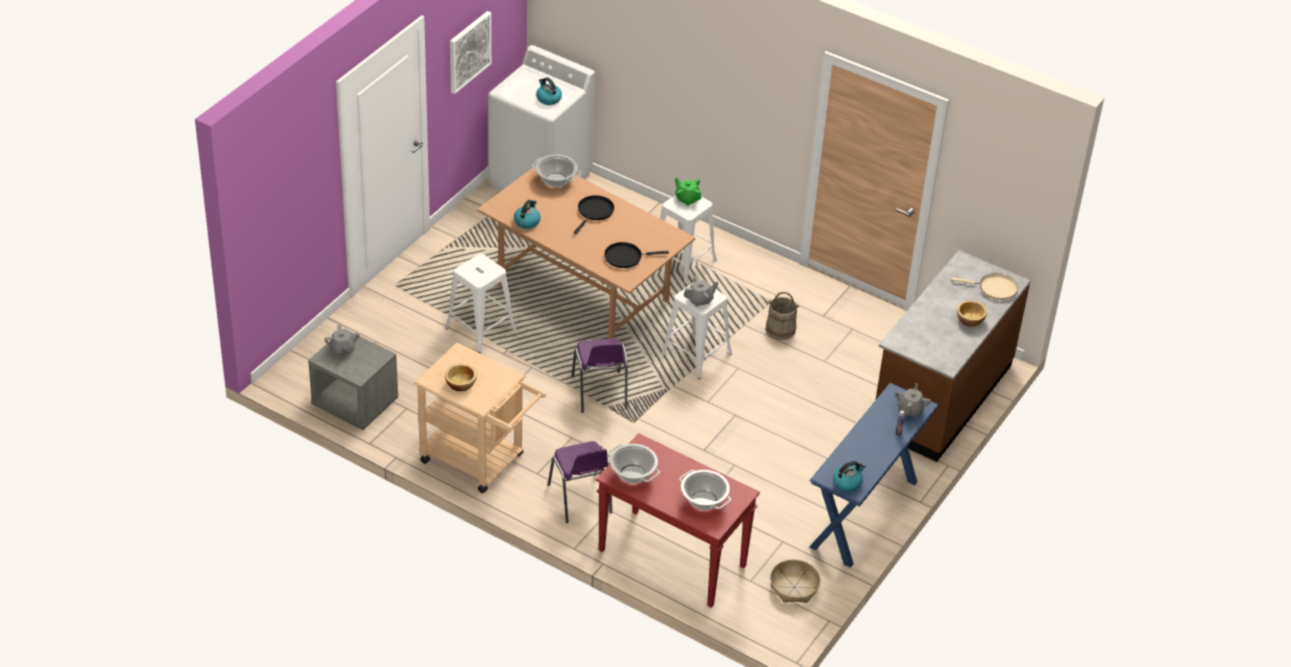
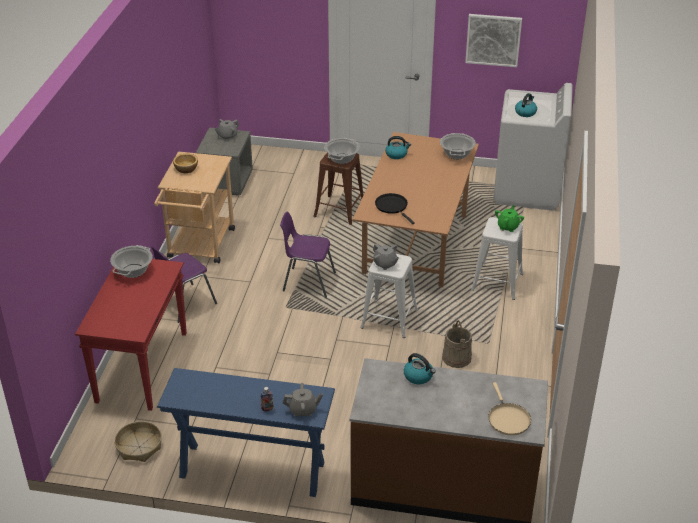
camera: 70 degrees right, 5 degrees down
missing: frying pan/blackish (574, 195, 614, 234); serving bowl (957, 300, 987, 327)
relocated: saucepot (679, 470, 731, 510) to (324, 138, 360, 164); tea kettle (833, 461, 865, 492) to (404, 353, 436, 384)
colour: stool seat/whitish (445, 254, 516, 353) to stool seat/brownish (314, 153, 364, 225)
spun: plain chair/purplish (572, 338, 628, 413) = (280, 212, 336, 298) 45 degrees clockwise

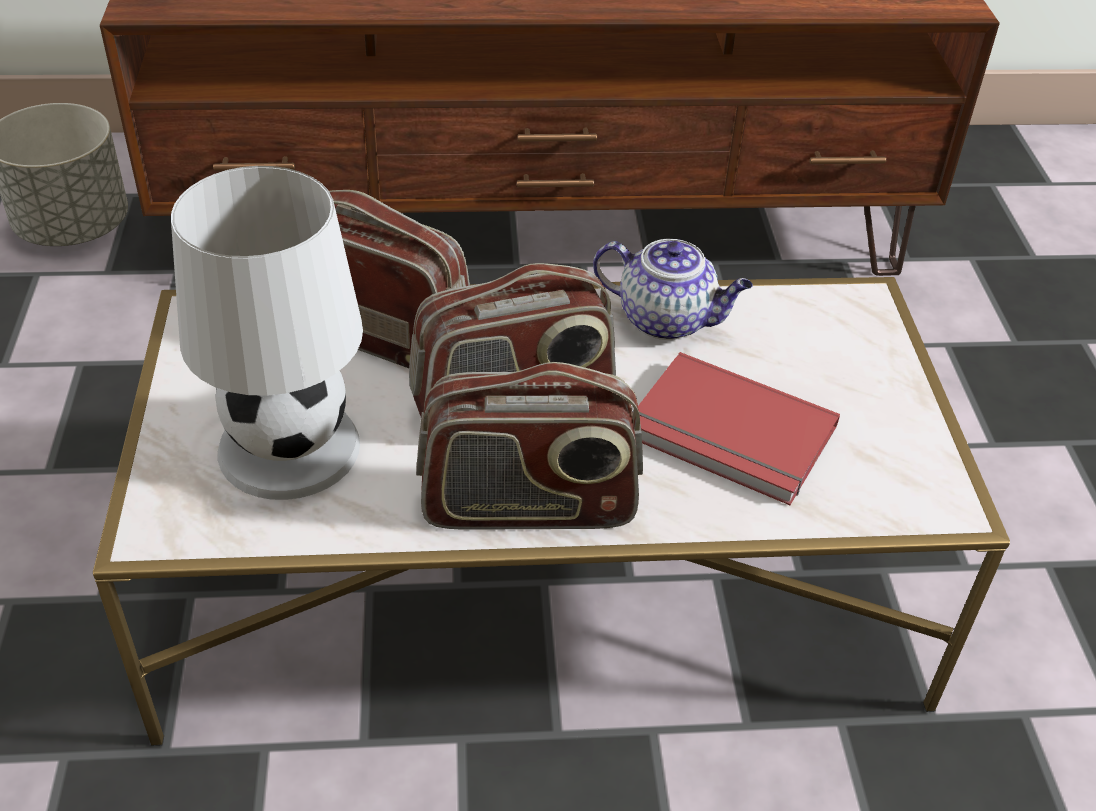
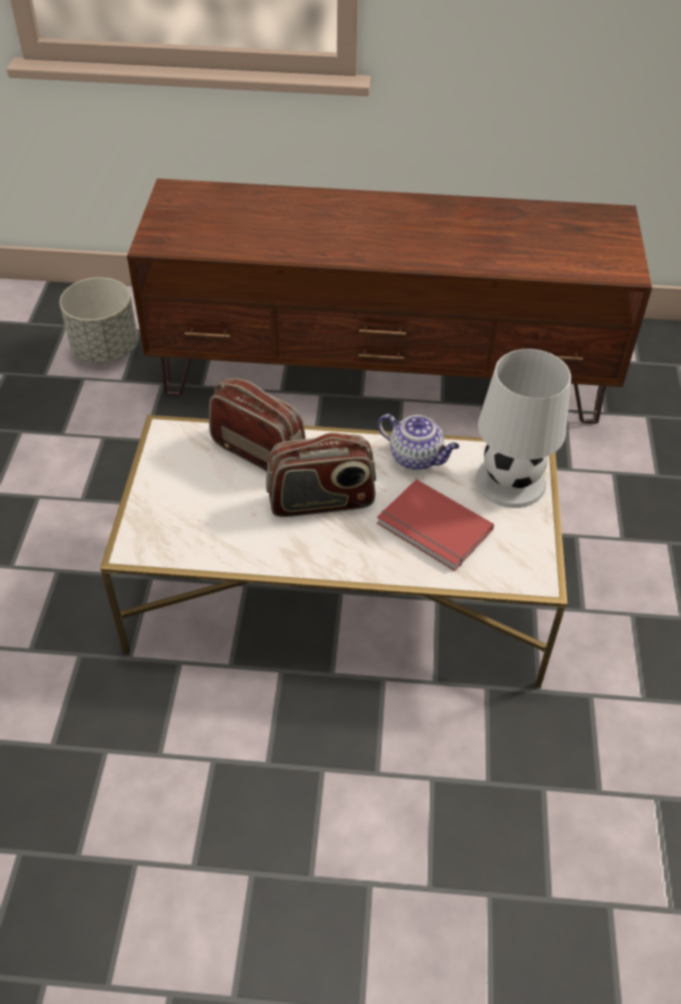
camera: 10 degrees right, 5 degrees up
missing: radio set (416, 362, 643, 530)
relocated: lamp for a table/whitish (171, 166, 363, 500) to (475, 349, 571, 508)

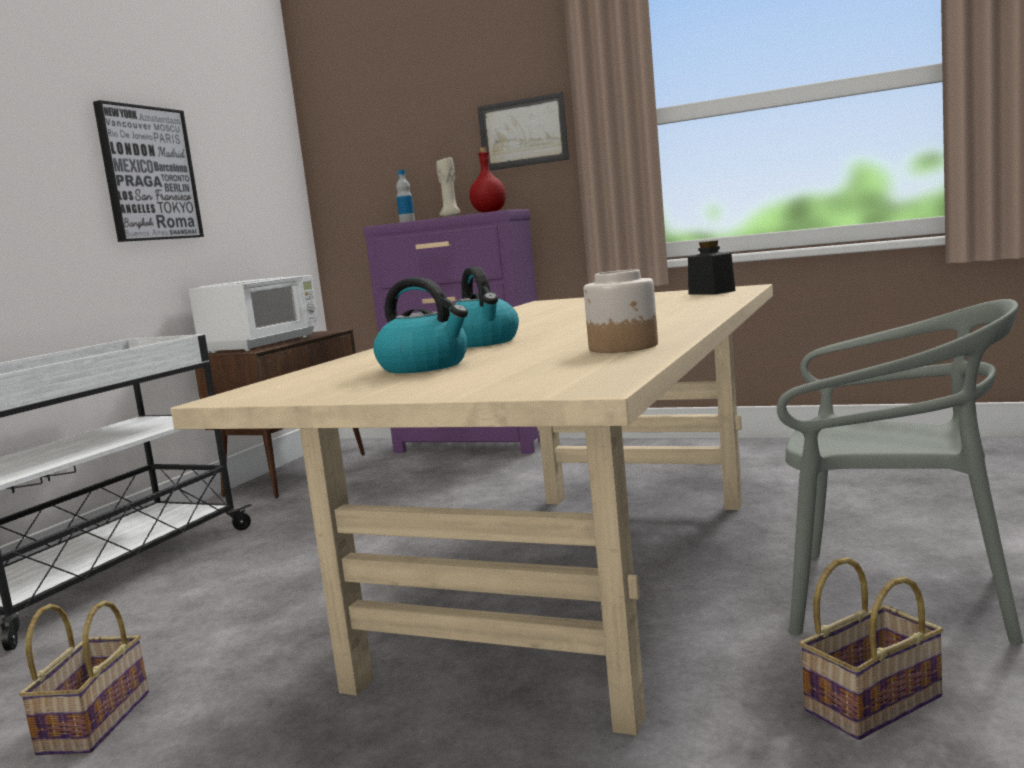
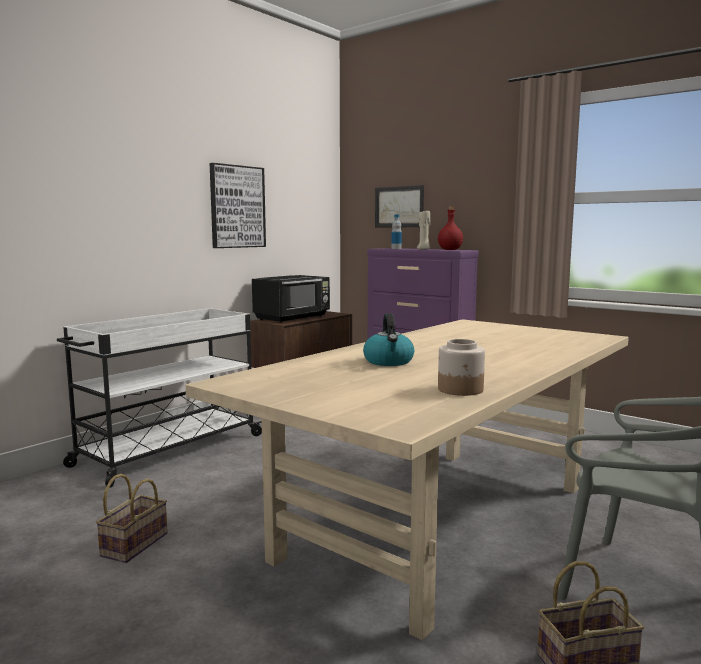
camera: 15 degrees right, 0 degrees up
missing: tea kettle (373, 277, 468, 373); storage jar/blackish (688, 240, 735, 295)
relocated: wall picture (477, 92, 569, 171) to (375, 185, 424, 227)
colour: microwave/whitish (188, 275, 319, 353) to microwave/blackish (252, 275, 330, 323)

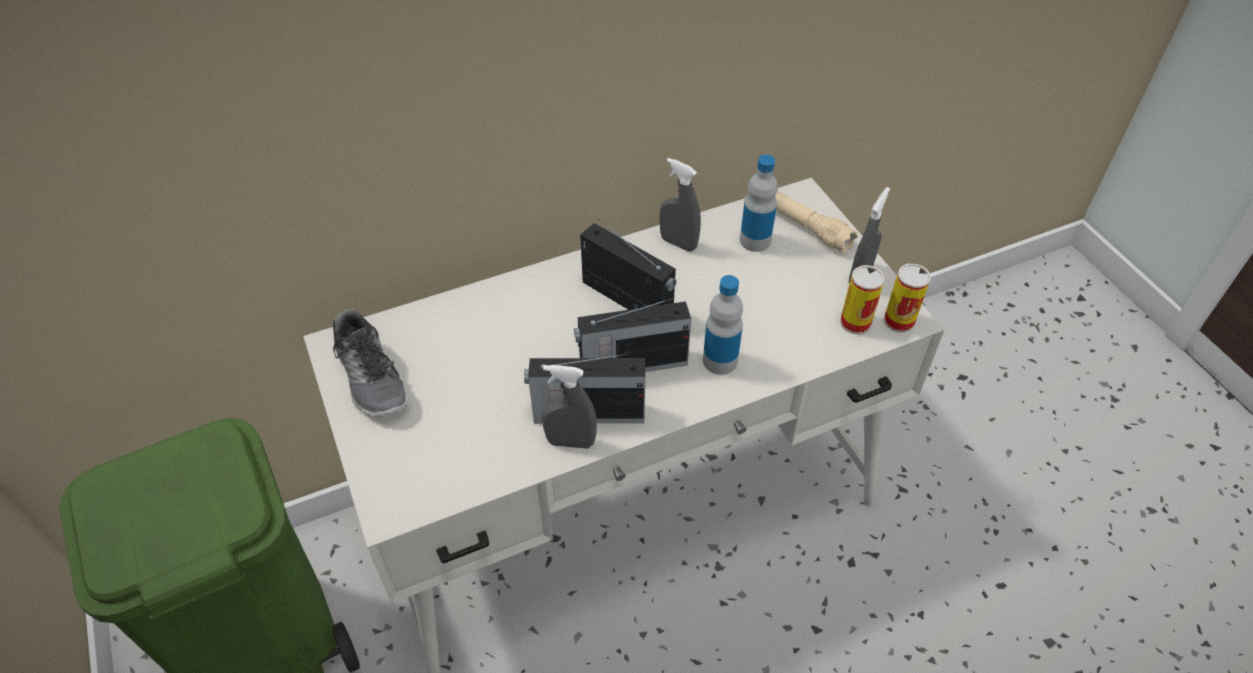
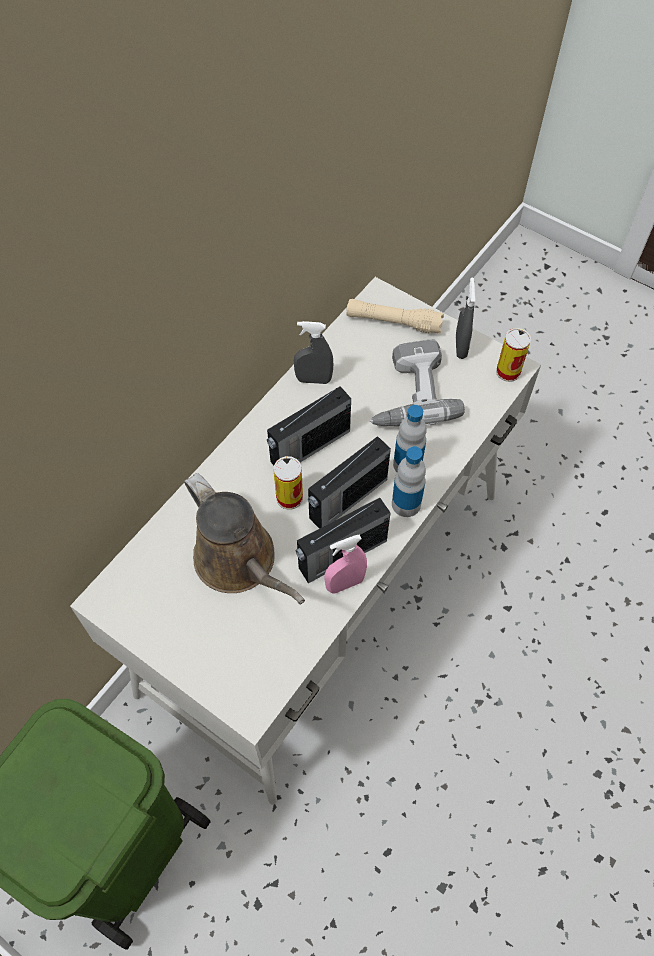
camera: 30 degrees left, 10 degrees up
missing: item of footwear (333, 309, 408, 417)
appeared: sprinkling can/brownish (184, 473, 305, 605); electric drill (370, 340, 465, 426)
relocated: can (840, 265, 885, 335) to (273, 456, 303, 510); bottle (740, 155, 778, 252) to (392, 446, 426, 517)
colour: sprayer/grey (542, 365, 597, 449) to sprayer/pink (324, 535, 367, 594)
spun: radio set (580, 219, 677, 310) = (267, 386, 351, 465) 135 degrees clockwise

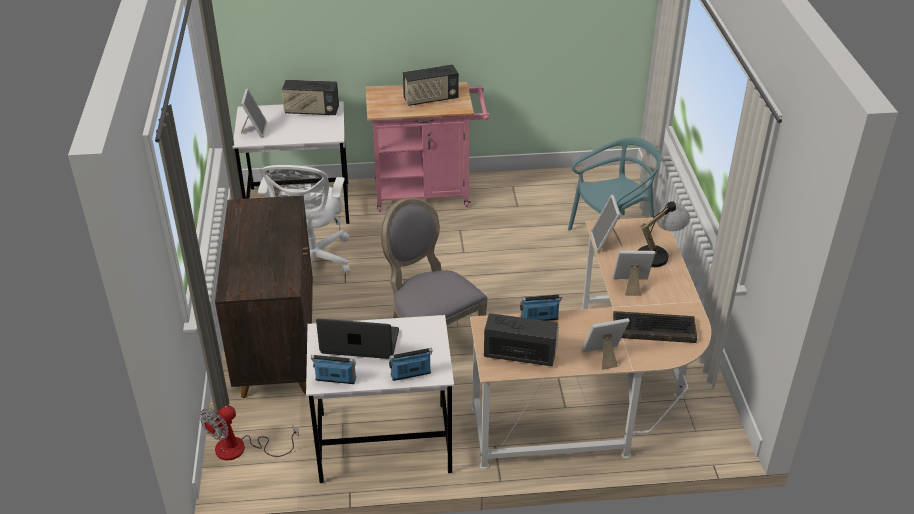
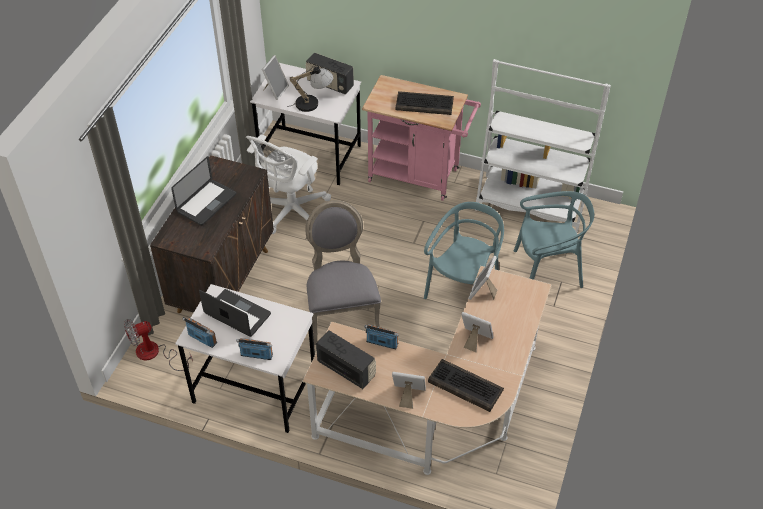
camera: 25 degrees right, 10 degrees up
appeared: portable computer (171, 156, 236, 226); plain chair/turquoise-coloured (424, 202, 504, 299); bookcase/whitish (476, 59, 611, 233)
relocated: lamp for a table (638, 201, 690, 267) to (287, 66, 333, 112)
exchanged: radio set (403, 65, 459, 106) to PC keyboard (395, 91, 454, 115)

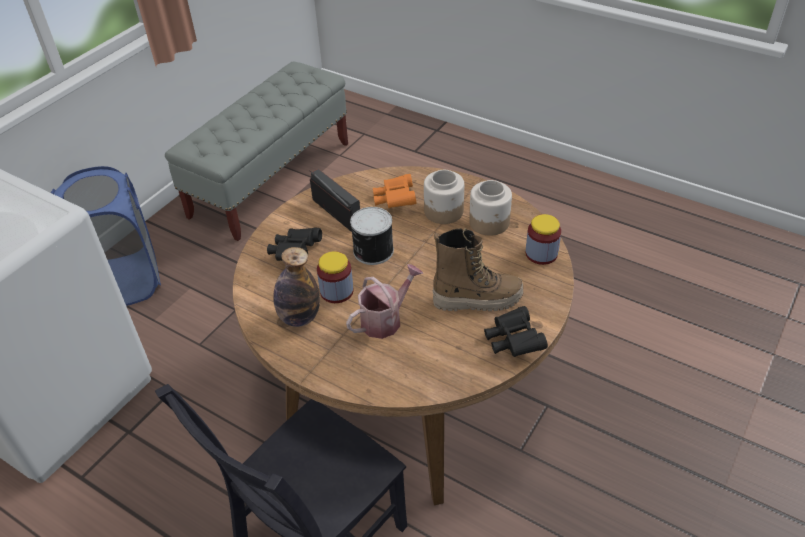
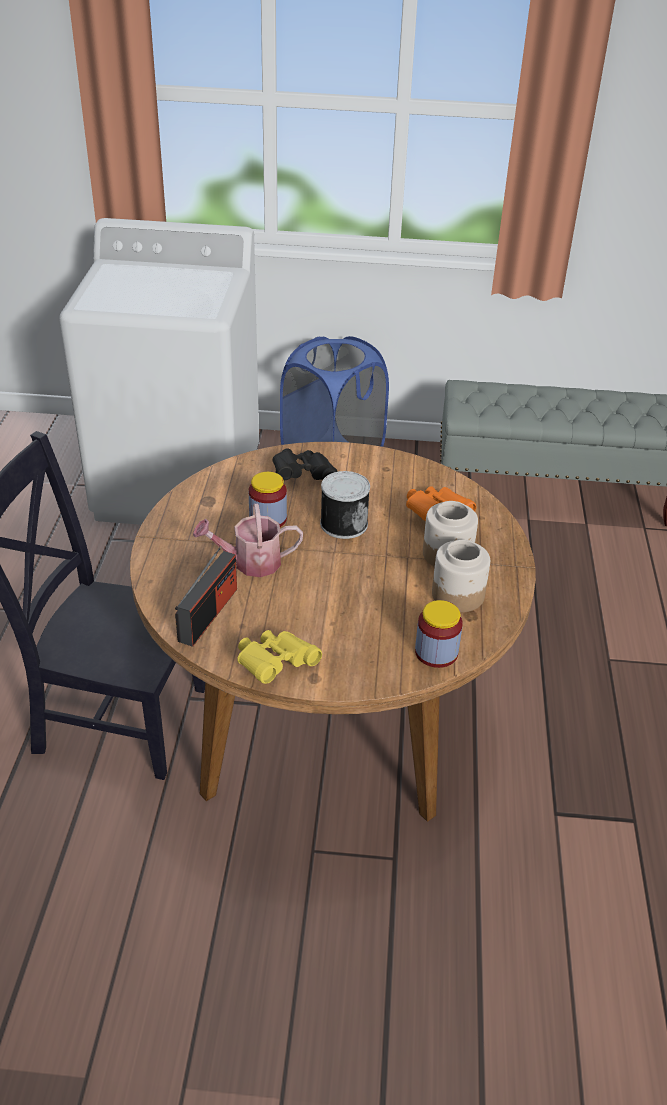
camera: 60 degrees right, 5 degrees down
missing: bottle (273, 247, 320, 327); high-top boot (433, 228, 523, 311)
relocated: radio set (309, 169, 360, 232) to (175, 546, 237, 647)
colour: binoculars/blackish (484, 306, 548, 357) to binoculars/yellow-coloured (237, 630, 322, 684)
spun: sprinkling can (346, 264, 423, 339) = (193, 504, 303, 577) 150 degrees clockwise

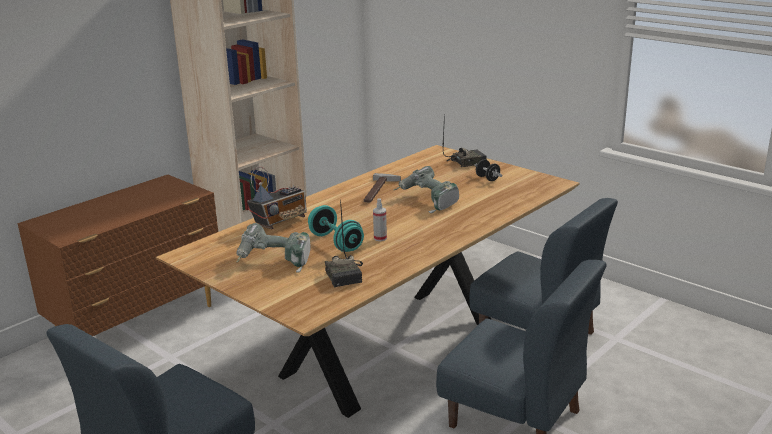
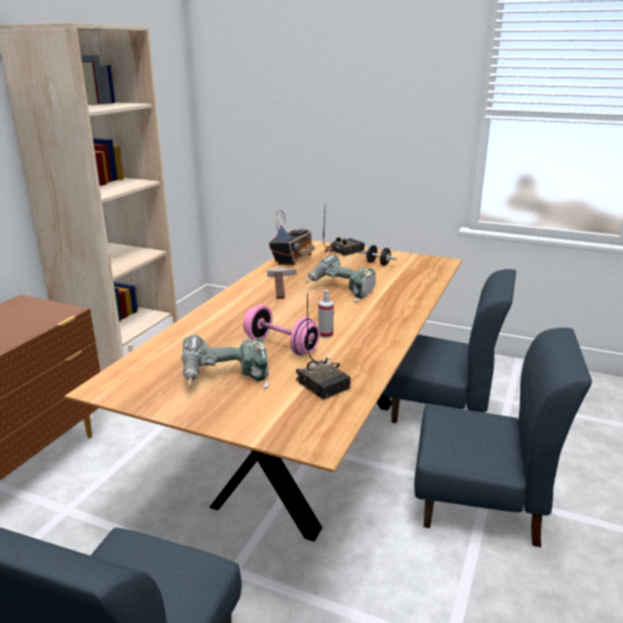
camera: 20 degrees left, 0 degrees up
relocated: radio set (247, 167, 307, 229) to (269, 210, 315, 265)
colour: hand weight/turquoise-coloured (308, 205, 364, 252) to hand weight/pink (243, 305, 320, 355)

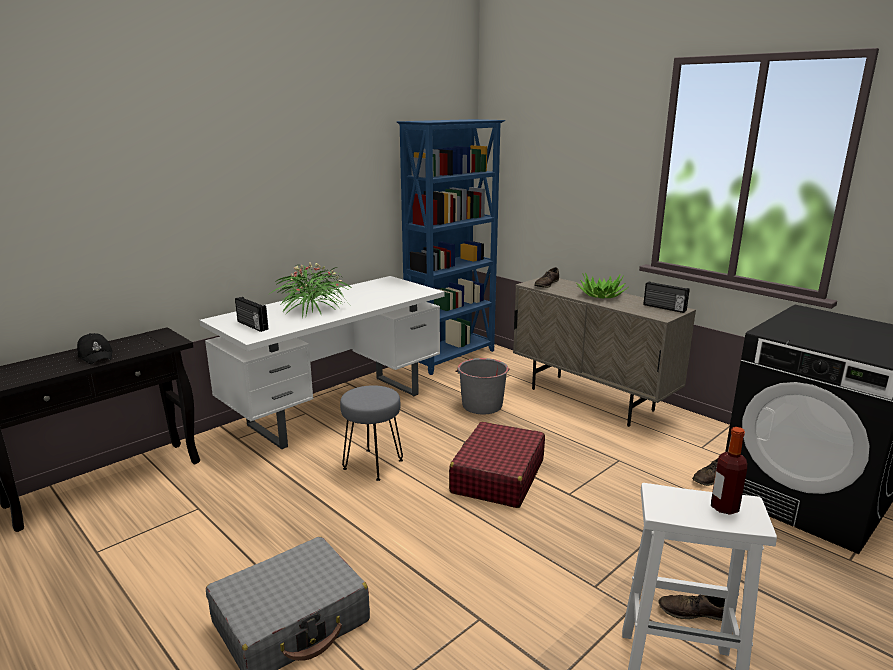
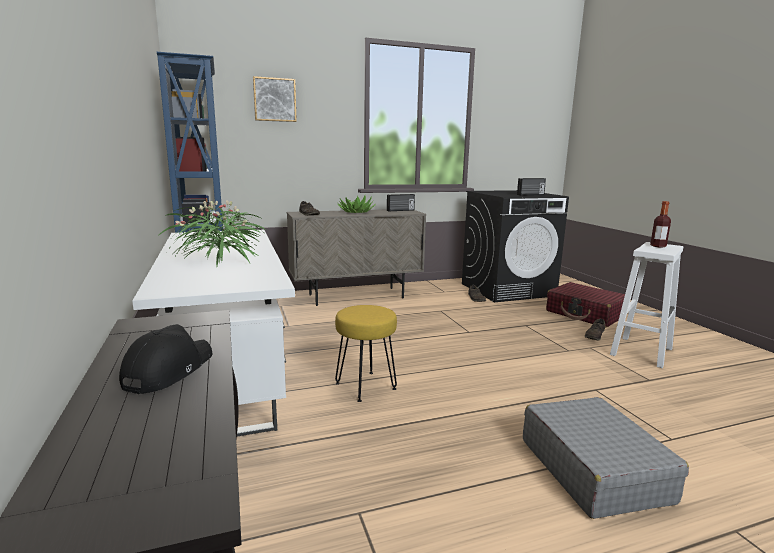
camera: 65 degrees left, 5 degrees down
missing: water bucket/grey (456, 358, 510, 414)
appeared: wall picture (253, 76, 297, 122)
relocated: radio set (235, 297, 268, 332) to (517, 178, 546, 195); travel case/red (449, 422, 545, 508) to (546, 282, 625, 328)
colour: stool seat/grey (340, 385, 403, 481) to stool seat/yellow-coloured (335, 305, 397, 402)
spun: baseball cap/blackish (77, 333, 112, 364) = (119, 324, 212, 394) 60 degrees counterclockwise

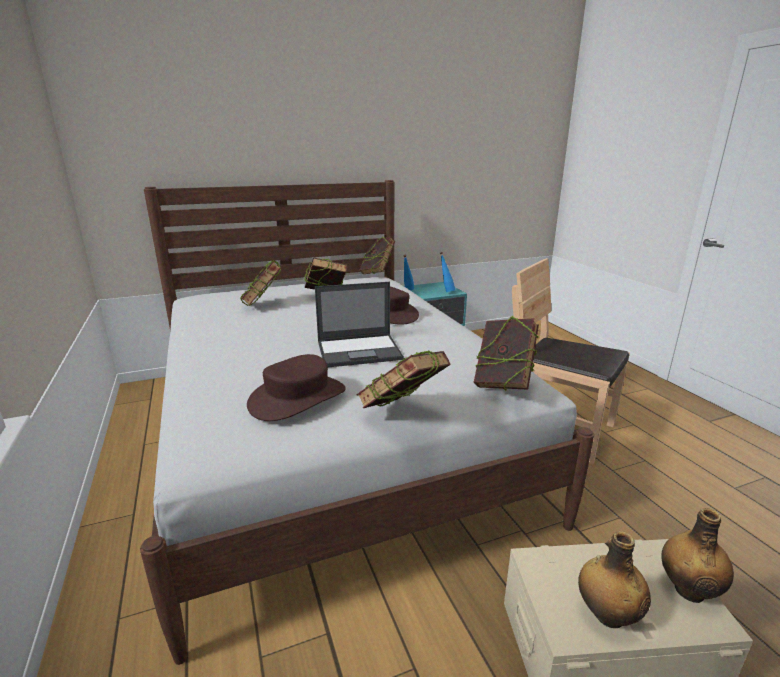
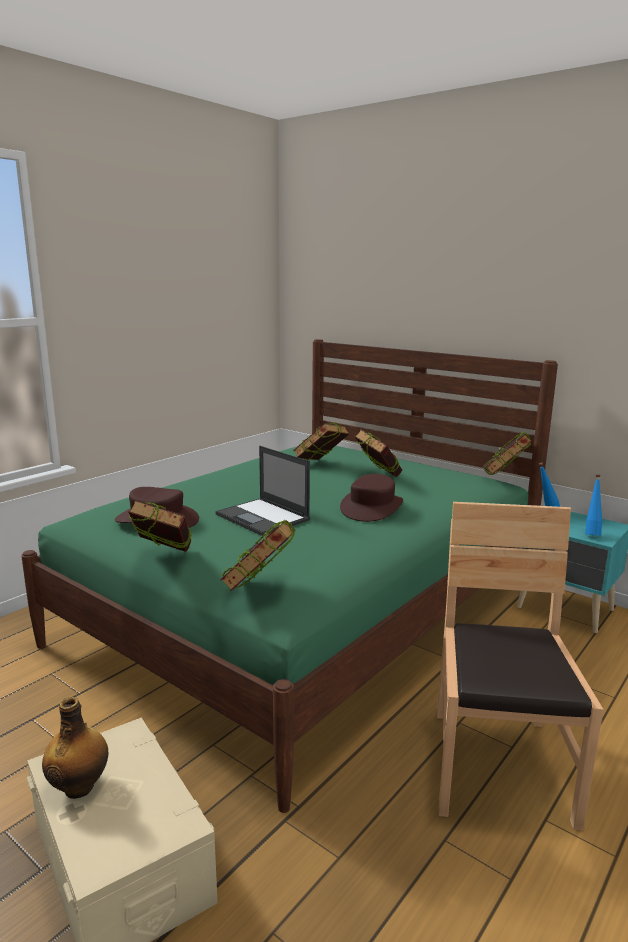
camera: 60 degrees right, 5 degrees down
missing: bottle (661, 508, 734, 603)
colour: bed/whitish (140, 180, 594, 665) to bed/green-coloured (21, 339, 558, 813)

